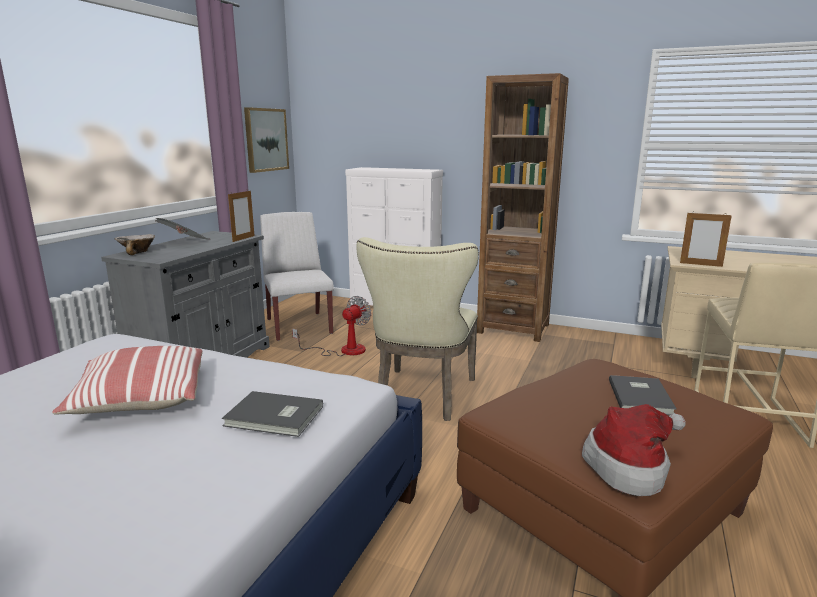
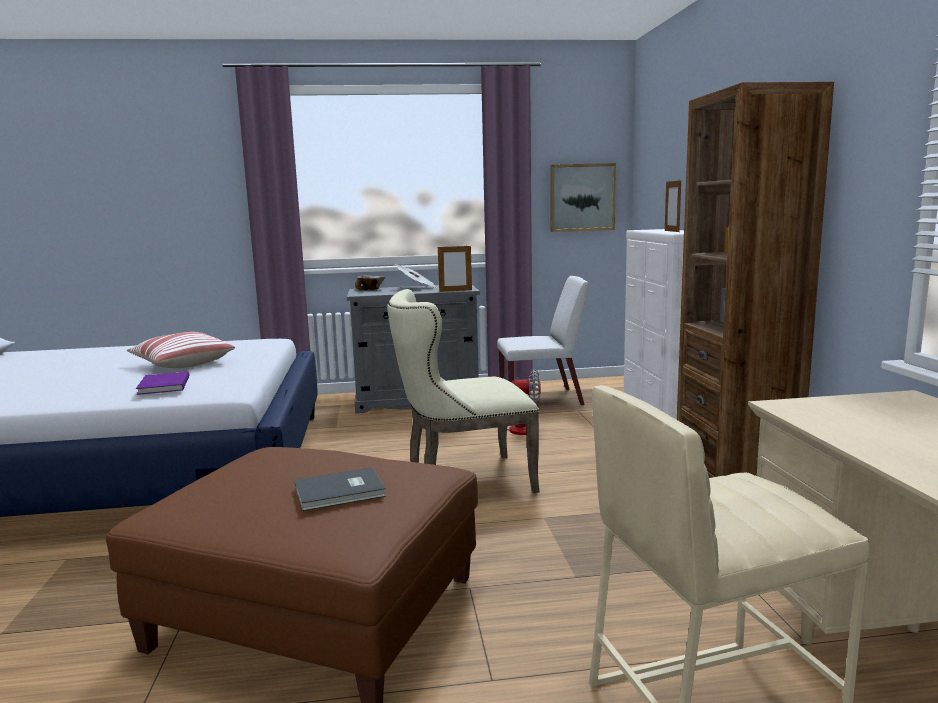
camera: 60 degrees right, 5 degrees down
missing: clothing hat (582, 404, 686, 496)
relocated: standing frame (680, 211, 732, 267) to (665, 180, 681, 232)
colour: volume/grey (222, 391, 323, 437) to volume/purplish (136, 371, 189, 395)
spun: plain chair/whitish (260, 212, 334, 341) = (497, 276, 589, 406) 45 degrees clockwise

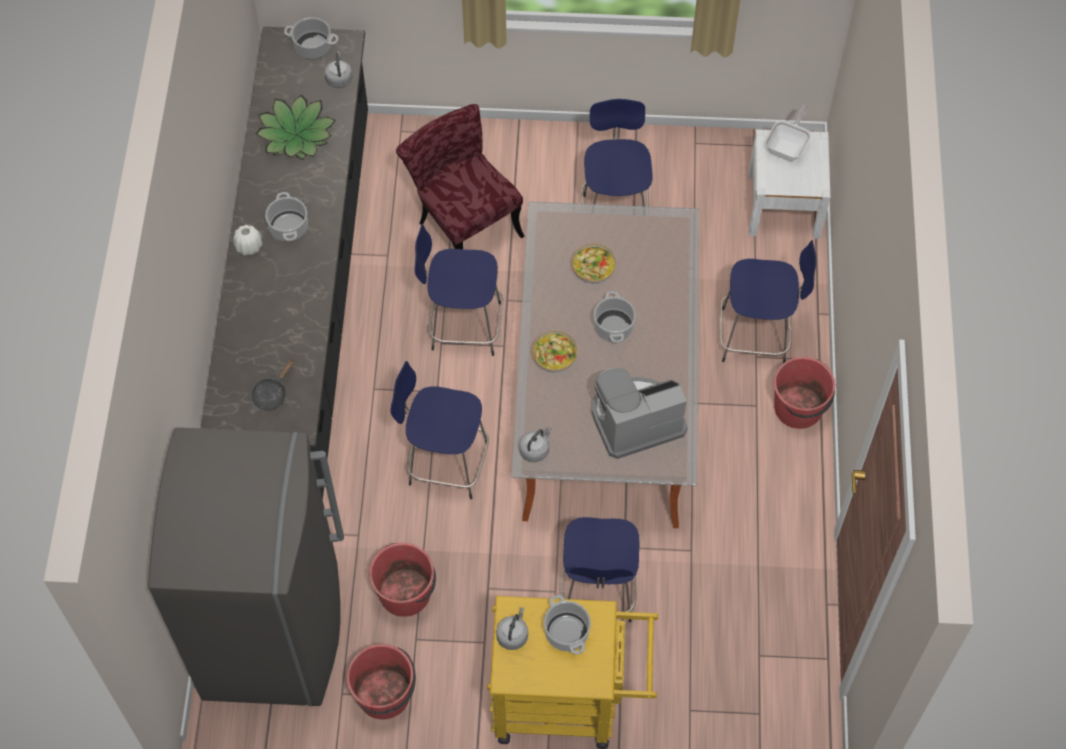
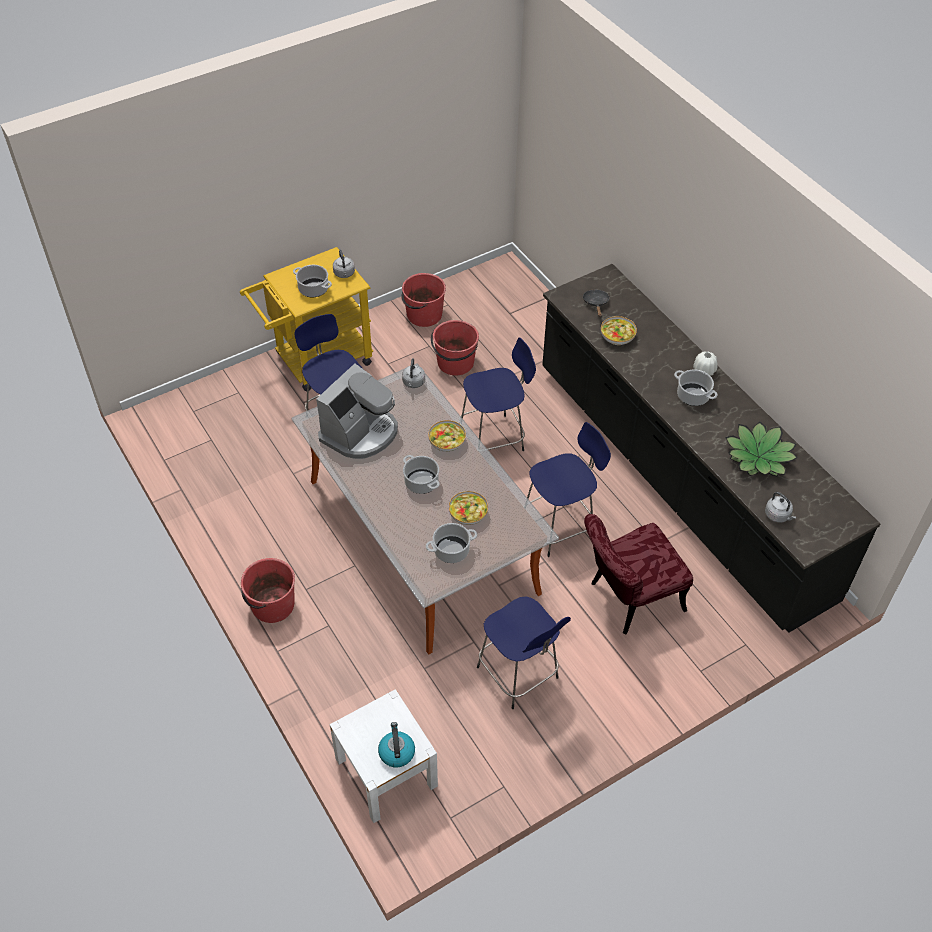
camera: 145 degrees right, 10 degrees down
missing: fridge/grey (148, 427, 344, 706); stool seat/blue-coloured (720, 240, 817, 363)
appeared: serving bowl (601, 316, 637, 345)
relocated: saucepot (284, 17, 338, 59) to (426, 523, 477, 563)
exchanged: frying pan (765, 105, 811, 161) to tea kettle (378, 722, 415, 767)
spun: plain chair/red (396, 104, 524, 249) = (584, 514, 693, 635) 135 degrees clockwise

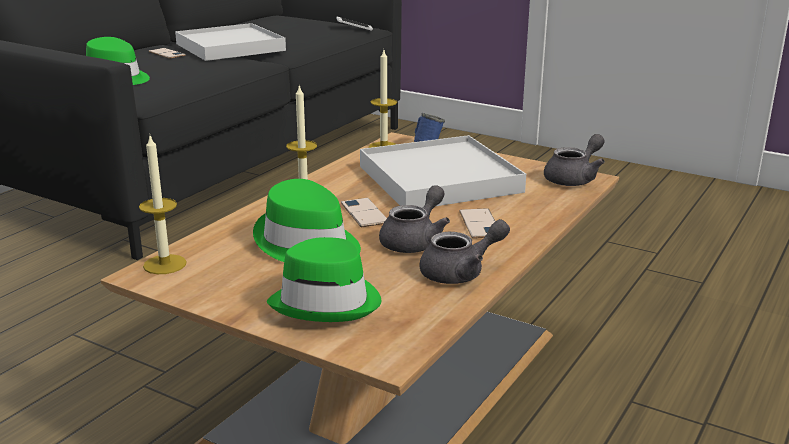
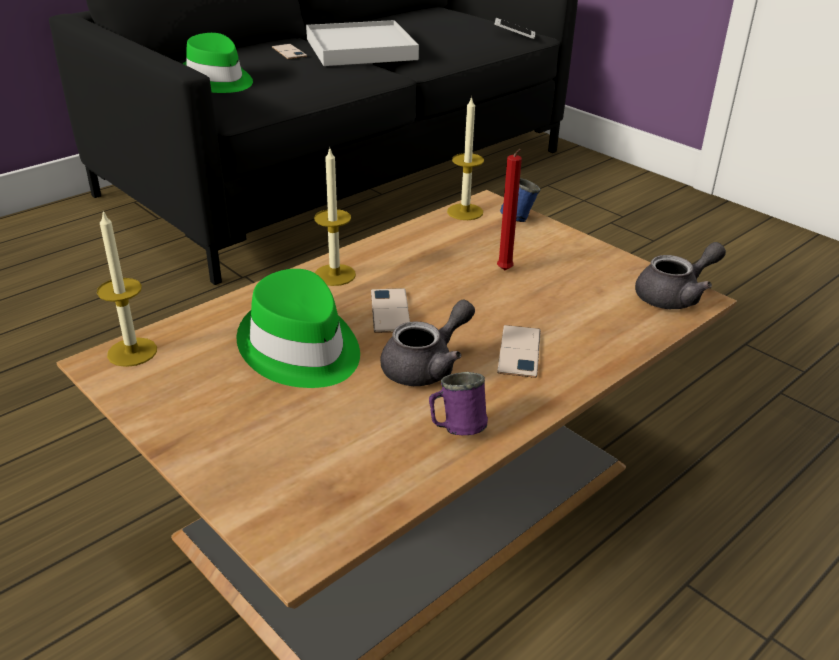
camera: 15 degrees right, 10 degrees up
missing: clothing hat/green-coloured (267, 237, 381, 322)
exchanged: teapot/grey (419, 219, 510, 284) to mug/purplish (429, 372, 488, 435); serving tray/whitish (360, 135, 526, 208) to wax light/red (497, 149, 522, 270)

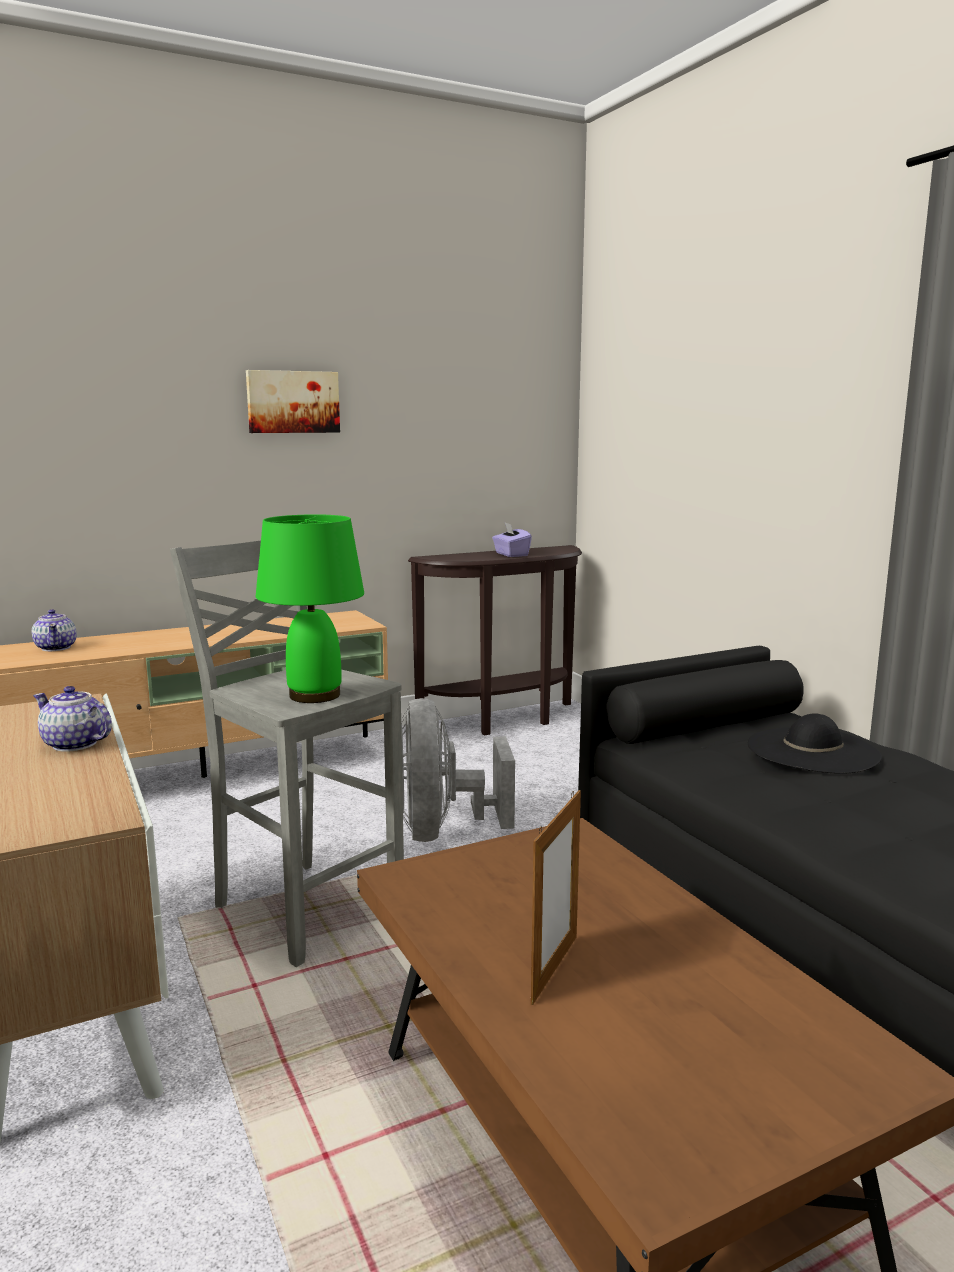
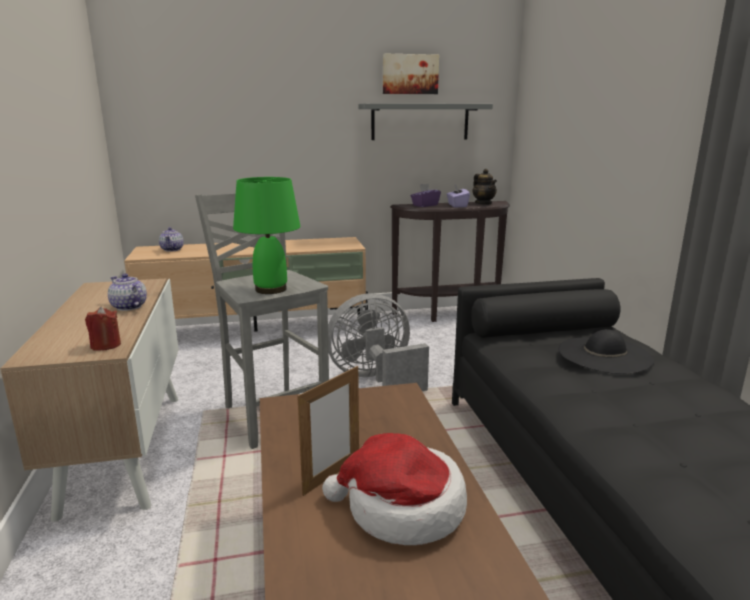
camera: 15 degrees right, 5 degrees up
appeared: wax light/red (85, 307, 121, 351); clothing hat (322, 433, 467, 545); bracket shelf/grey (358, 103, 493, 140); tissue holder/purplish (411, 184, 441, 207); teapot (472, 169, 497, 205)
relocated: wall picture (246, 370, 340, 433) to (383, 53, 439, 94)
spun: fan/grey (401, 698, 515, 842) = (328, 293, 429, 391) 60 degrees clockwise

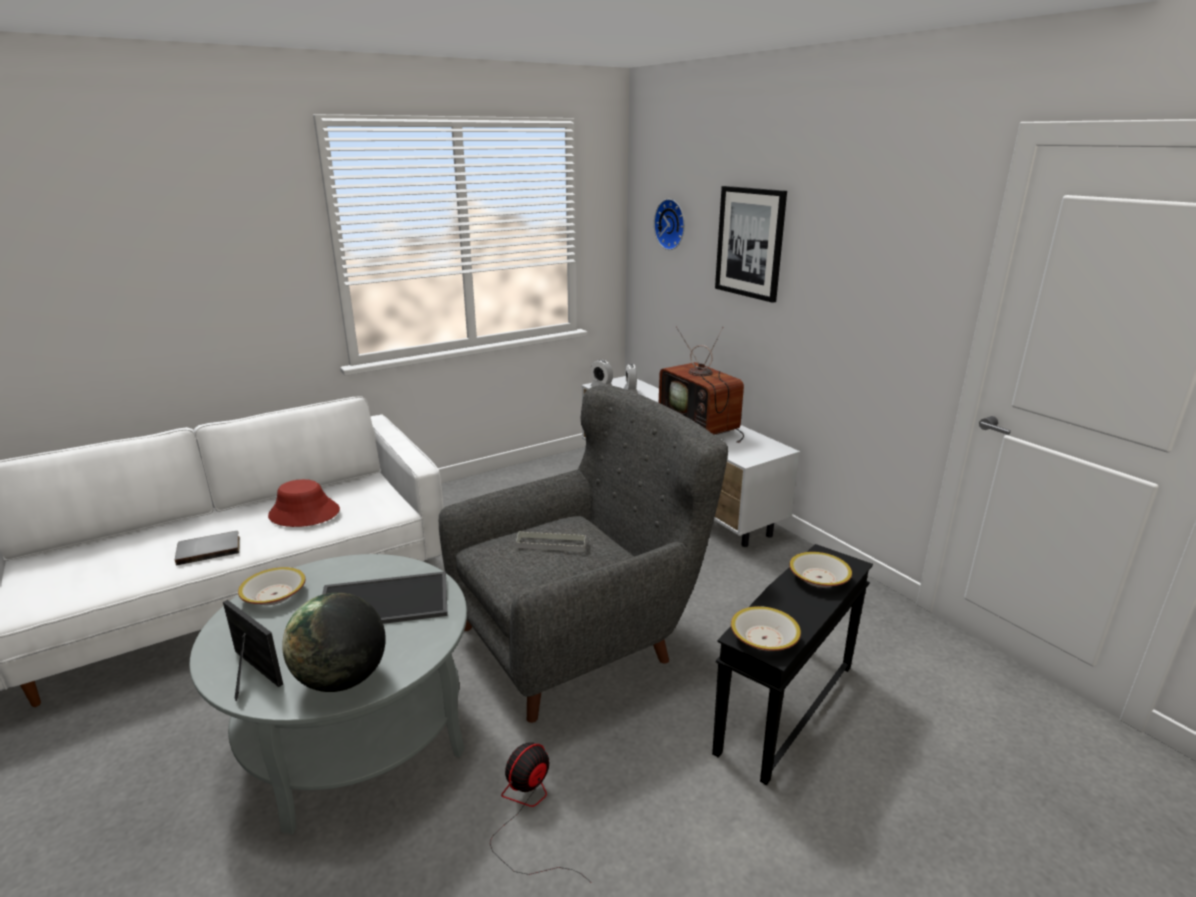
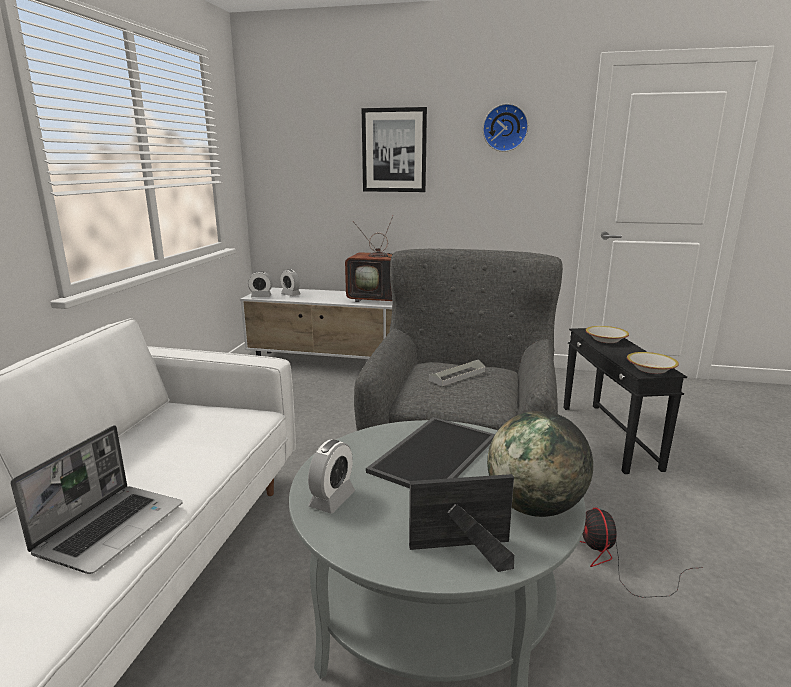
camera: 45 degrees left, 5 degrees down
missing: clothing hat/red (268, 479, 340, 527)
relocated: wall clock (654, 199, 685, 250) to (483, 104, 528, 152)
exchanged: volume/grey (175, 531, 240, 565) to portable computer (11, 425, 183, 574); serving bowl (238, 567, 306, 605) to alarm clock (308, 440, 355, 514)

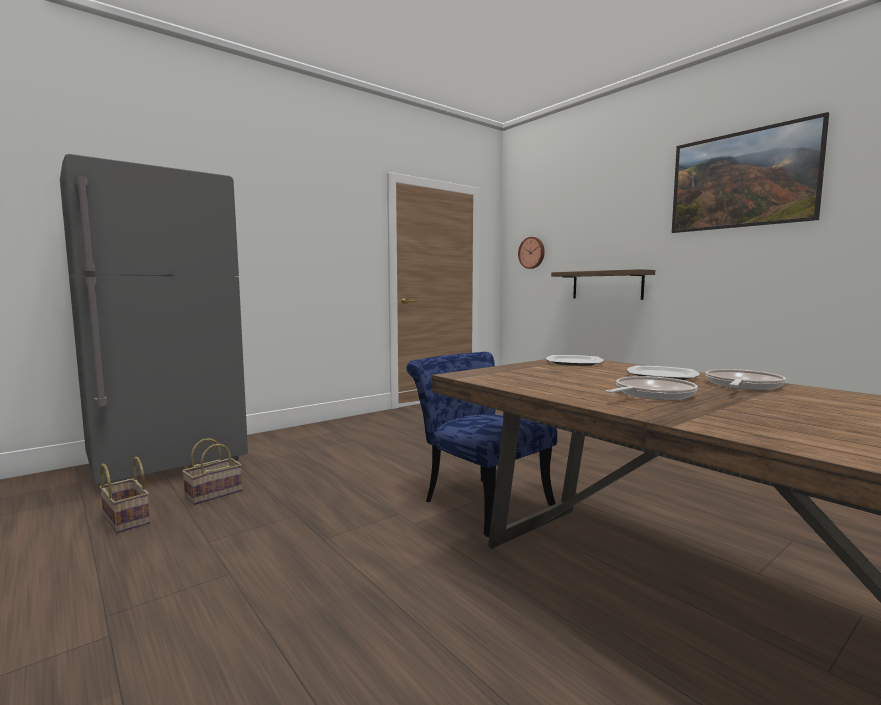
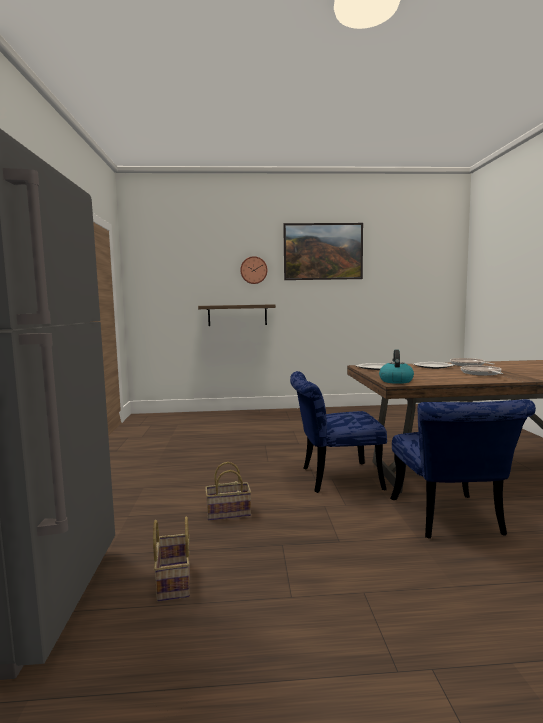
camera: 55 degrees left, 0 degrees up
appeared: tea kettle (379, 350, 414, 384); plain chair/blue-coloured (390, 399, 536, 539)
relocated: storage basket (100, 457, 150, 533) to (205, 462, 251, 521); wall clock (518, 237, 545, 269) to (240, 256, 267, 284)

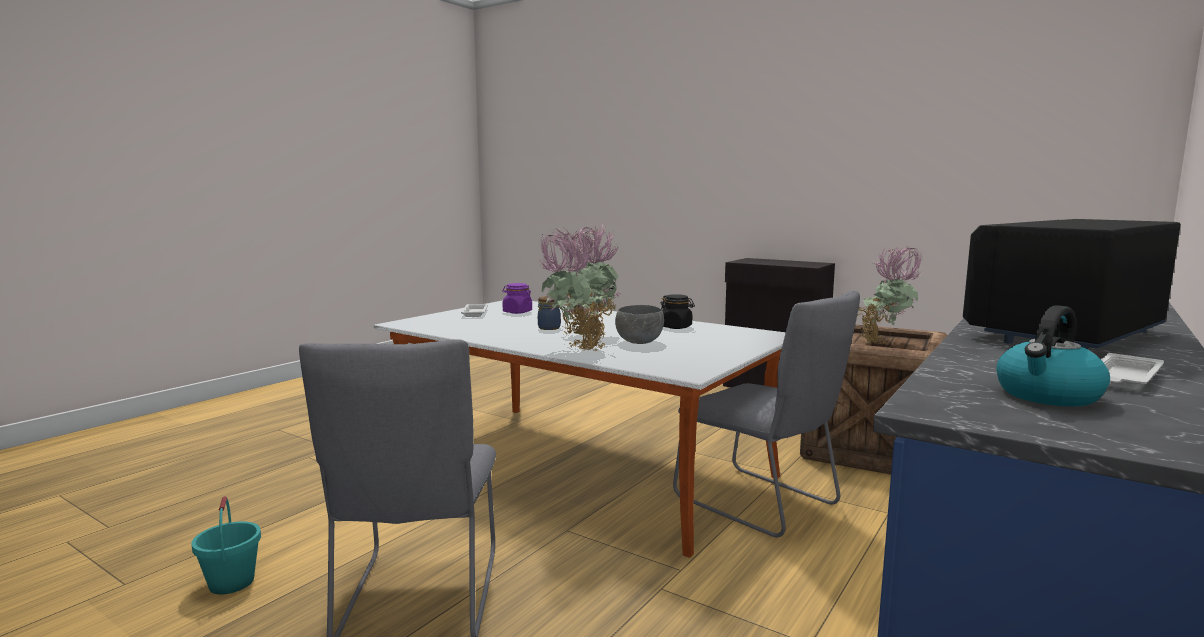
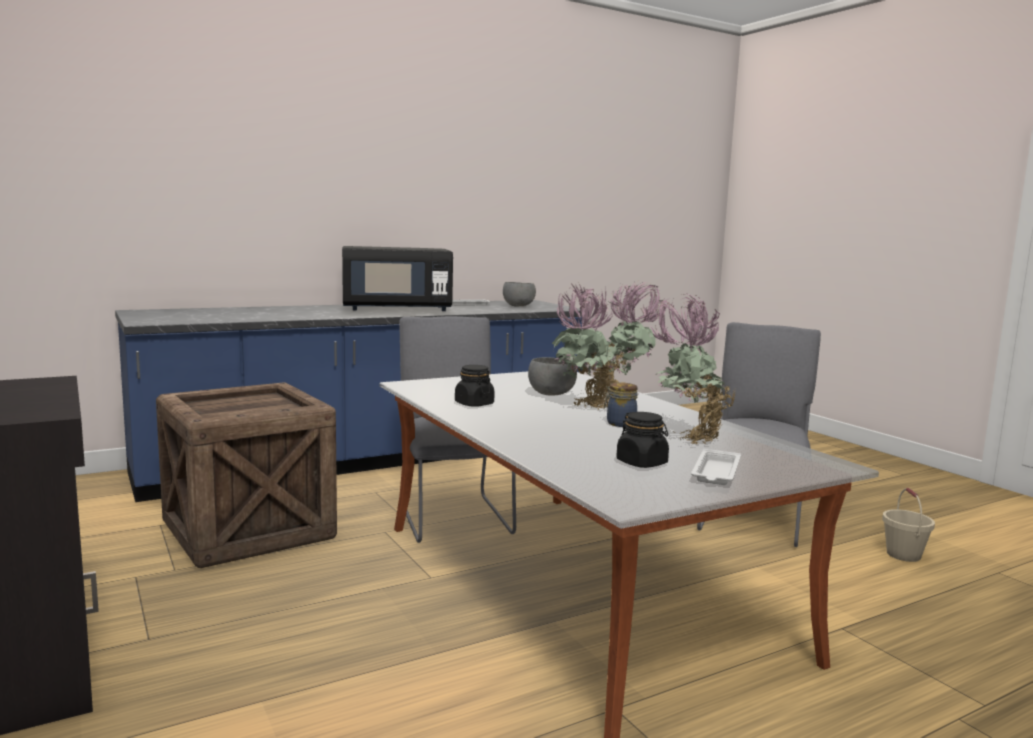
camera: 155 degrees left, 0 degrees up
relocated: houseplant (857, 245, 925, 345) to (650, 294, 736, 444)
exchanged: tea kettle (996, 305, 1110, 407) to serving bowl/grey (503, 282, 536, 307)
colour: storage jar/purplish (502, 283, 532, 314) to storage jar/blackish (616, 412, 669, 468); water bucket/turquoise-coloured (192, 496, 261, 594) to water bucket/sand-coloured (882, 488, 935, 562)

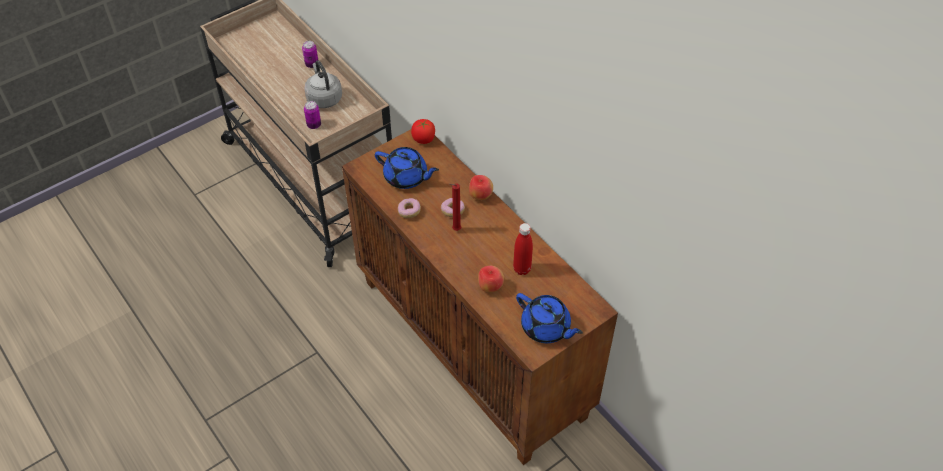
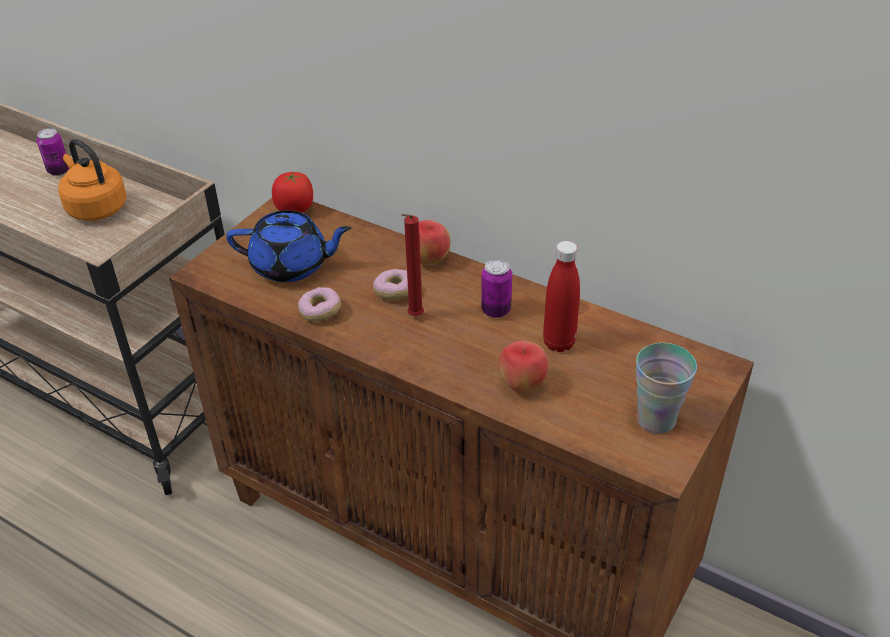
camera: 20 degrees left, 10 degrees down
relocated: can (304, 101, 321, 129) to (481, 259, 512, 318)
exchanged: teapot/blue-coloured (516, 293, 583, 343) to drinking cup (636, 343, 697, 434)
colour: tea kettle/grey (304, 60, 342, 108) to tea kettle/orange (58, 139, 127, 221)

